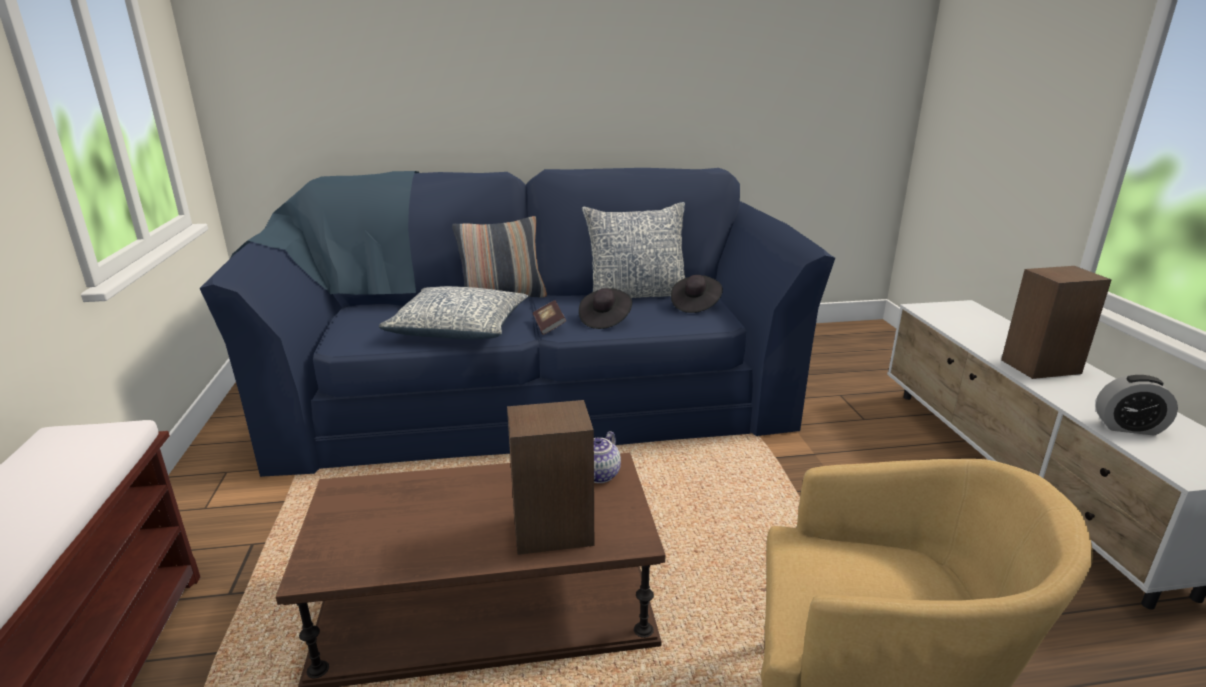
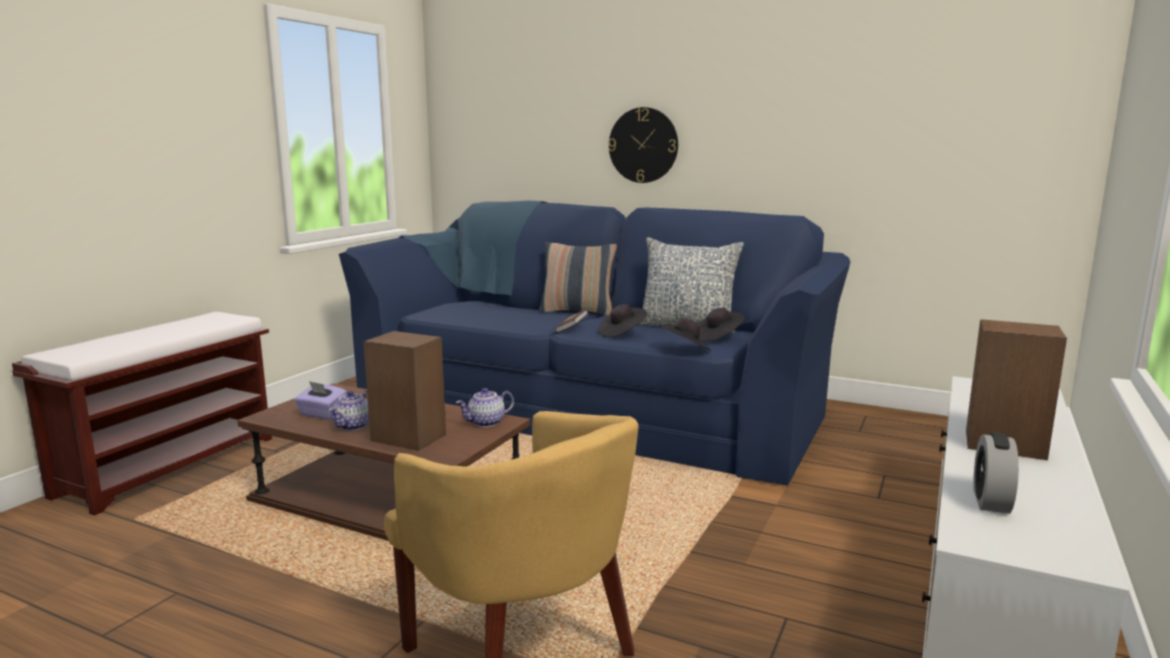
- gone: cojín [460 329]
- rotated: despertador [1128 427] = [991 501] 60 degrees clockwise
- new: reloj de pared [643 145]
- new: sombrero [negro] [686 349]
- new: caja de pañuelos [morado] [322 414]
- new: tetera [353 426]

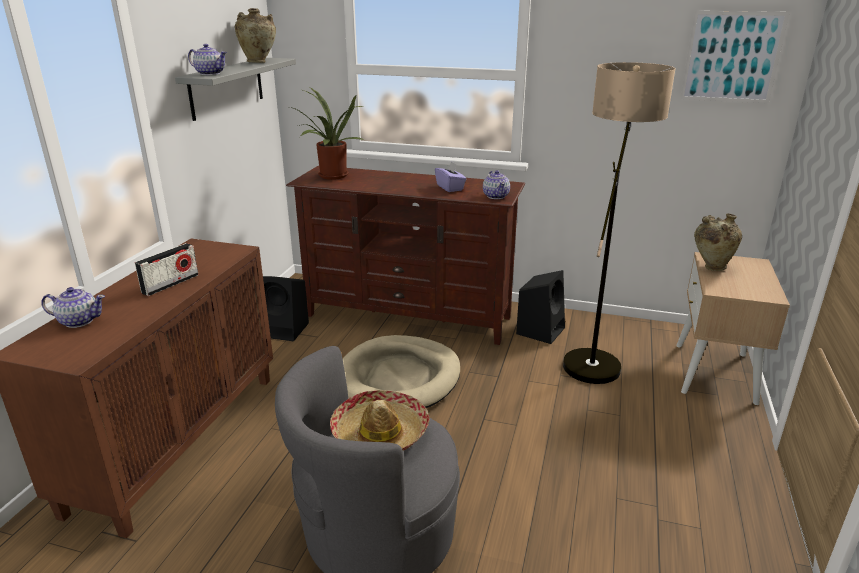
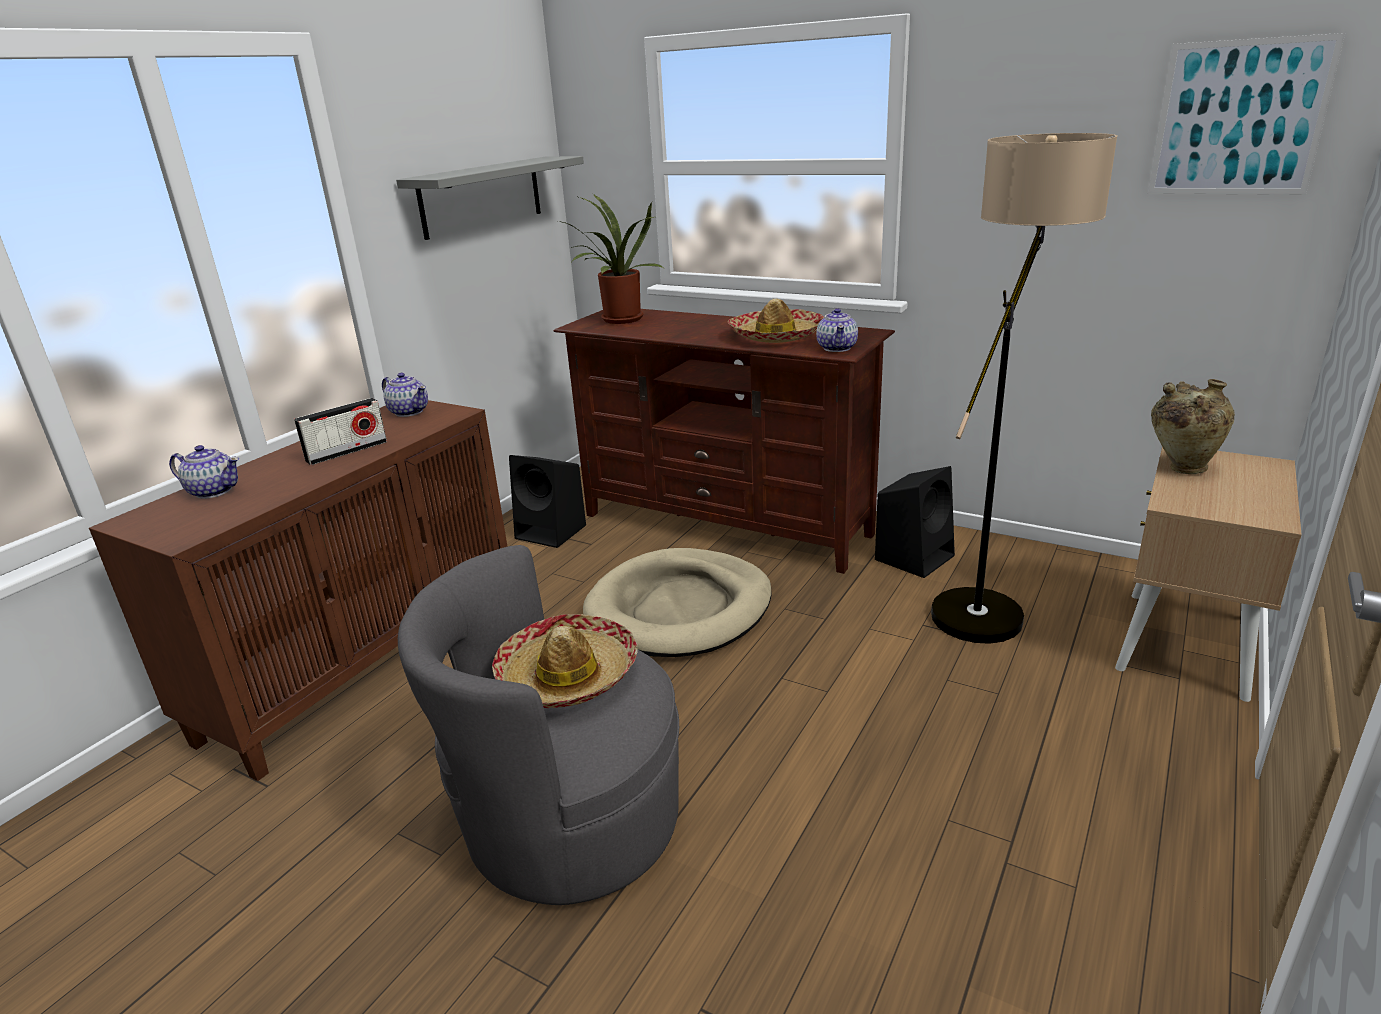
- gone: florero [beis] [259 62]
- shifted: tetera [210 73] to [409 411]
- swapped: caja de pañuelos [morado] [450 188] to sombrero [776 336]

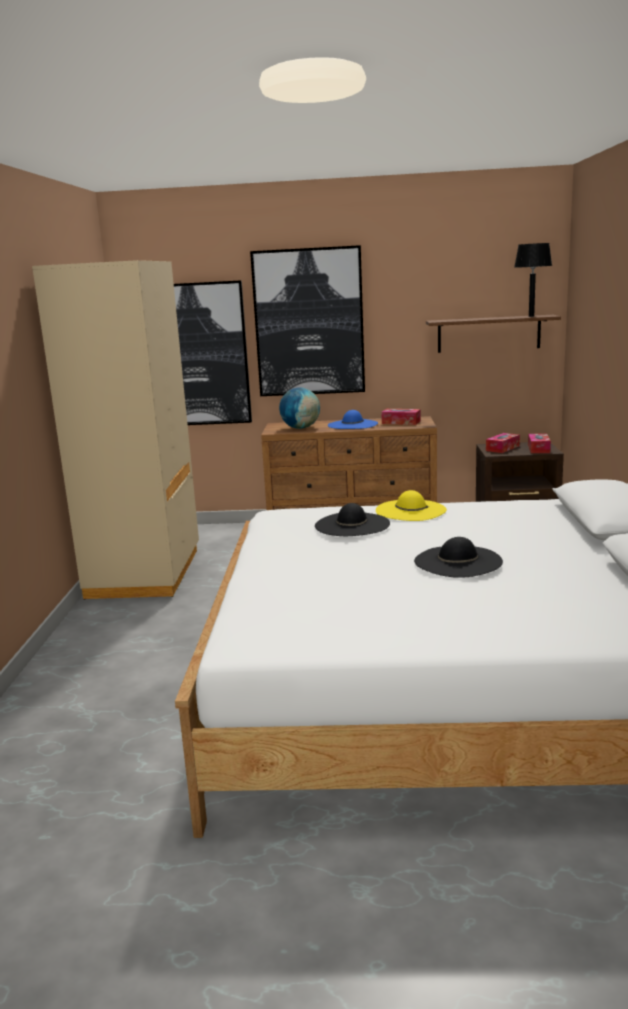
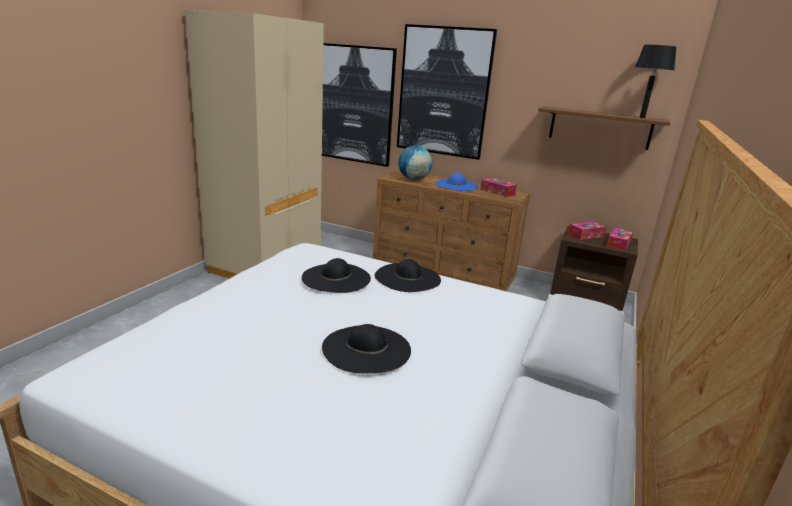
- repainted: sombrero [amarillo] [410 510] to sombrero [negro] [407 277]

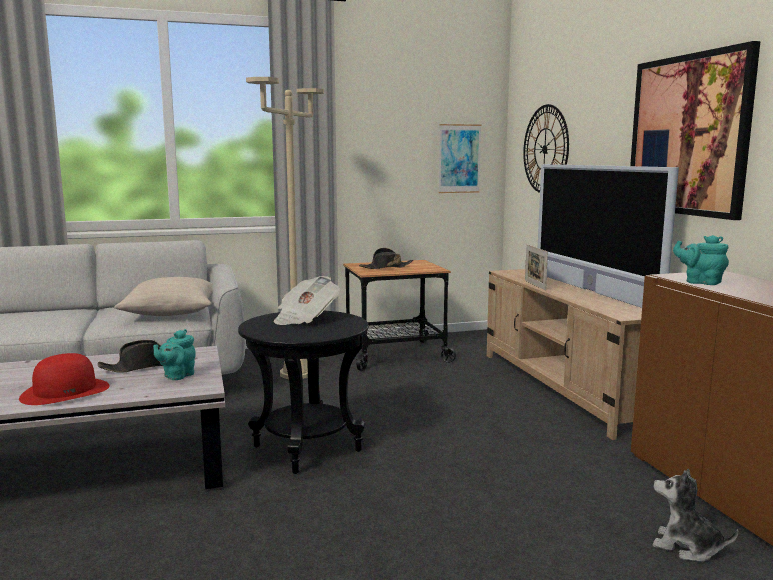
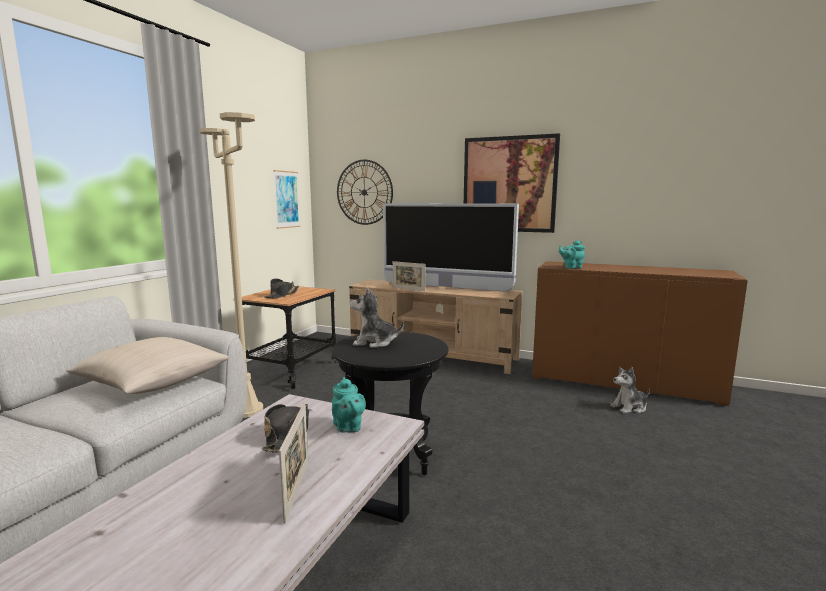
- swapped: periódico [305 318] to peluche [374 342]
- swapped: sombrero [rojo] [65 391] to portarretratos [297 490]

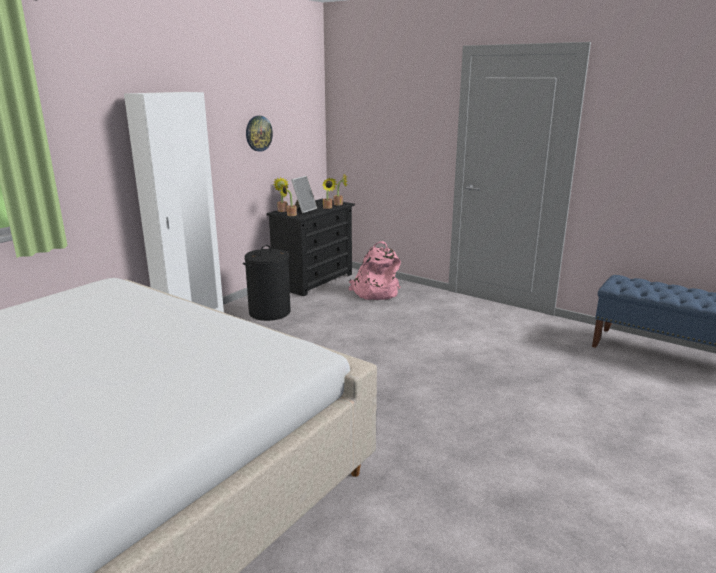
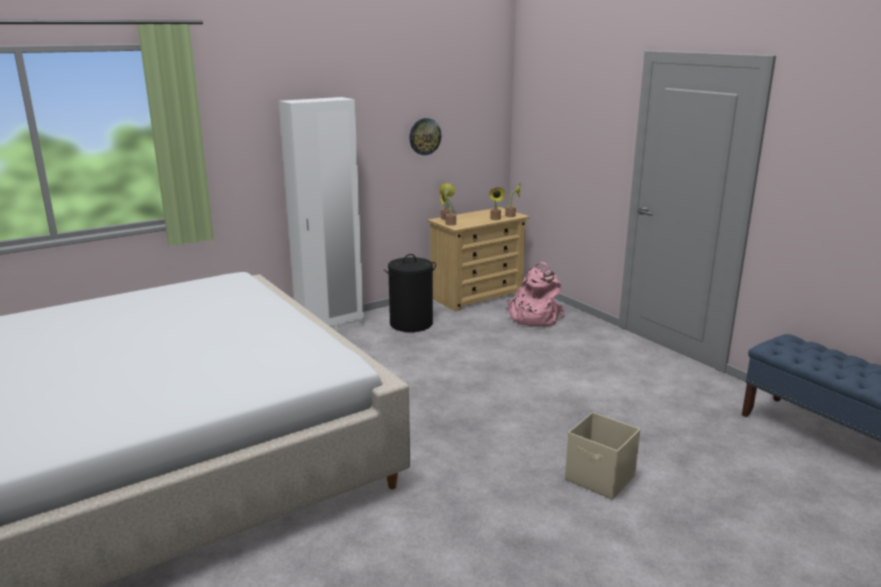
- gone: portarretratos [303 210]
- repainted: cómoda [negro] [314 280] to cómoda [beis] [477 296]
- new: caja de almacenaje [beis] [600 479]

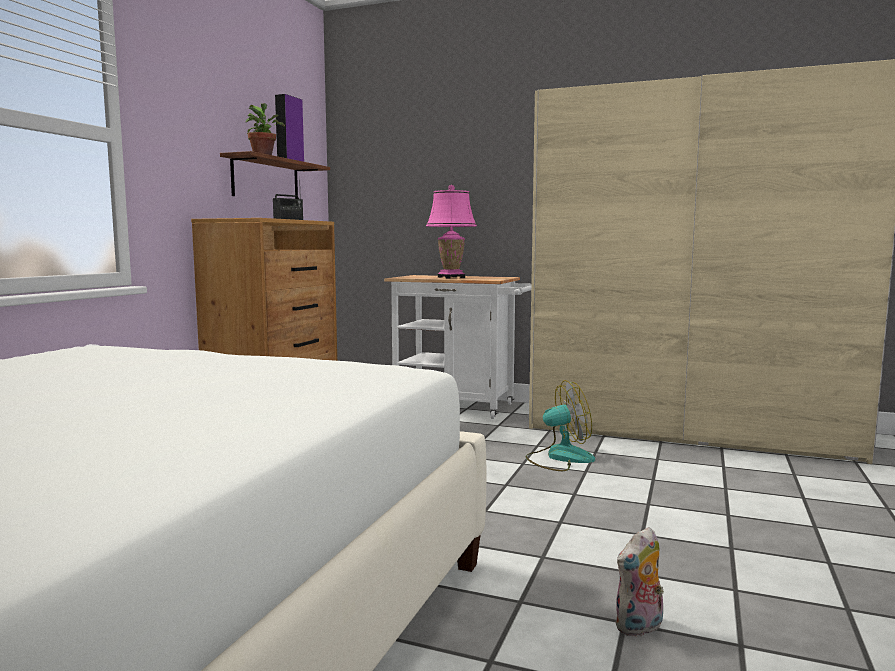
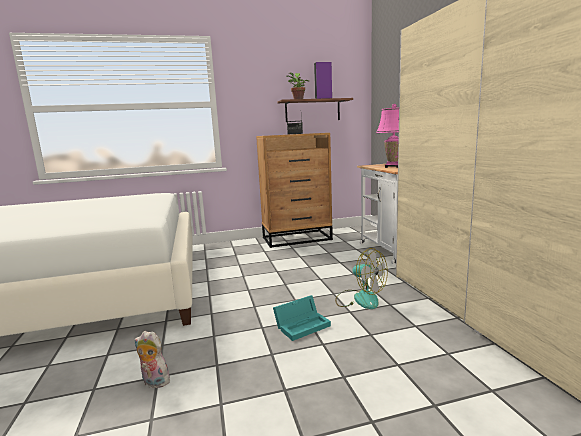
- new: caja de almacenaje [turquesa] [303 325]

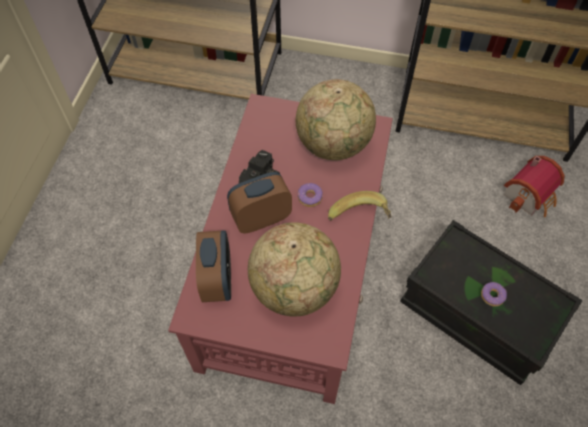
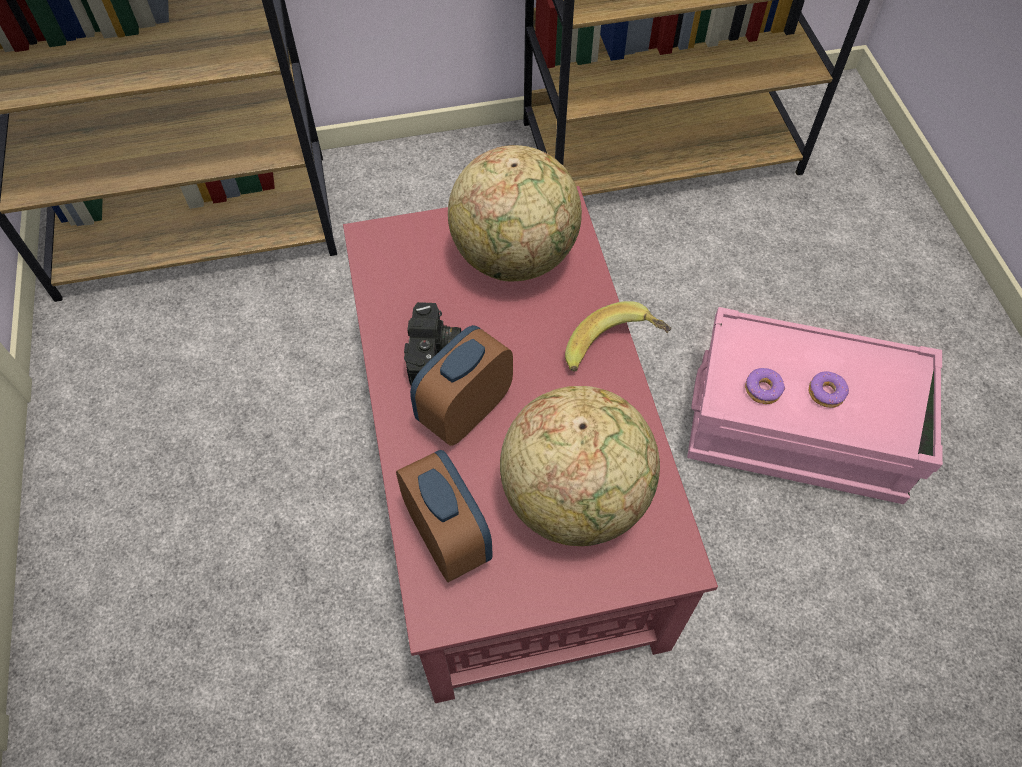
- gone: casita [530 196]
- shifted: rosquilla [310 197] to [763 390]
- repainted: caja de almacenaje [negro] [477 313] to caja de almacenaje [rosa] [796 430]

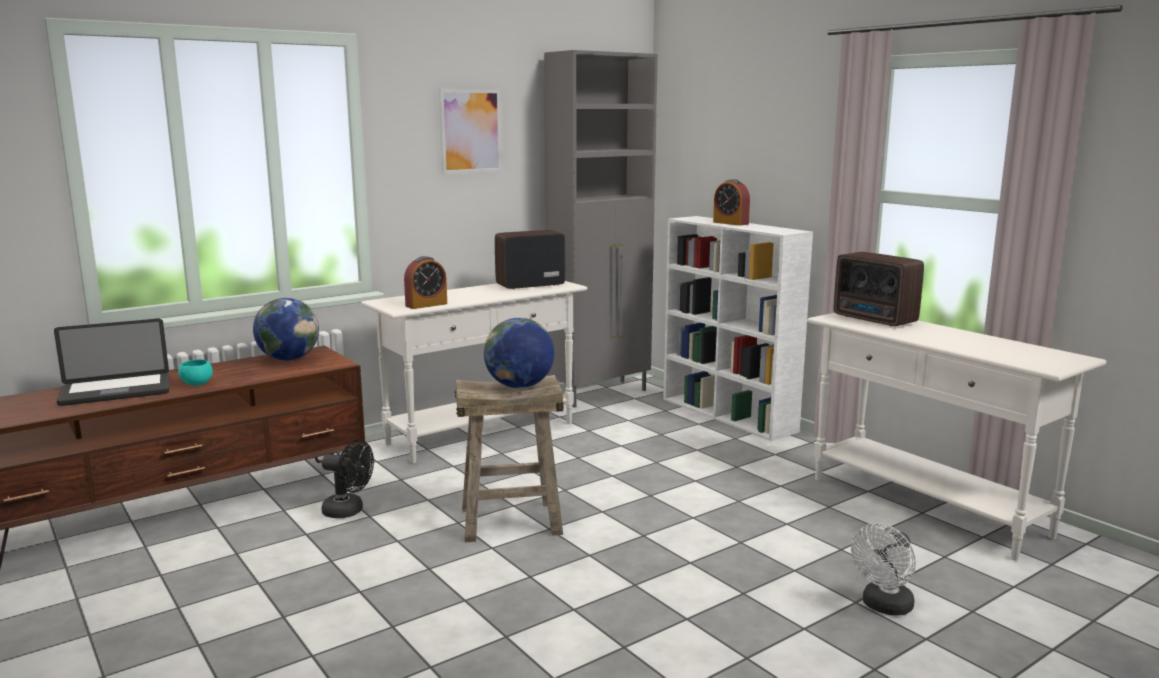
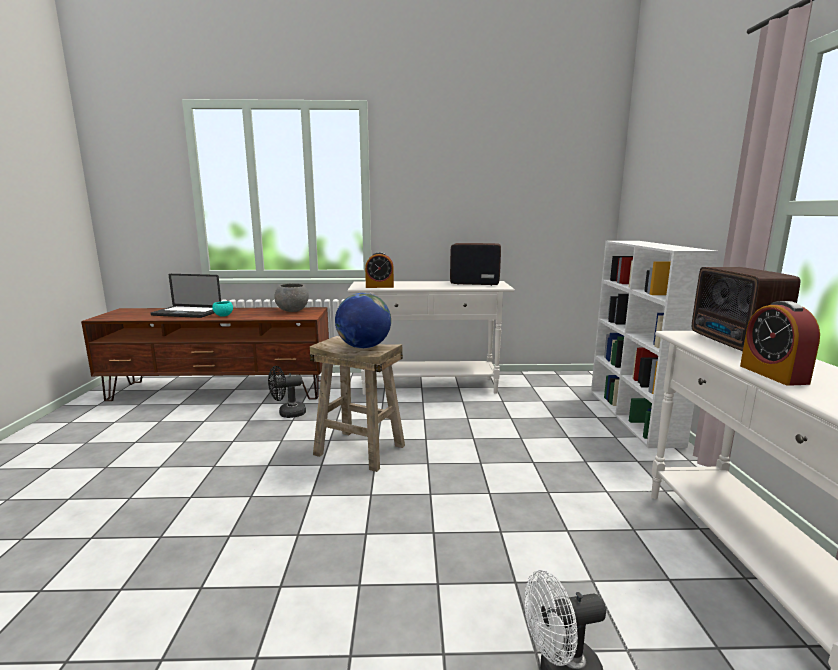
- gone: armario [gris] [601 393]
- gone: cuadro [470 131]
- shifted: despertador [730 223] to [773 374]
- swapped: globo terráqueo [288 359] to cuenco [gris] [292 311]
- rotated: ventilador [negro] [349 511] = [287 414] 105 degrees clockwise

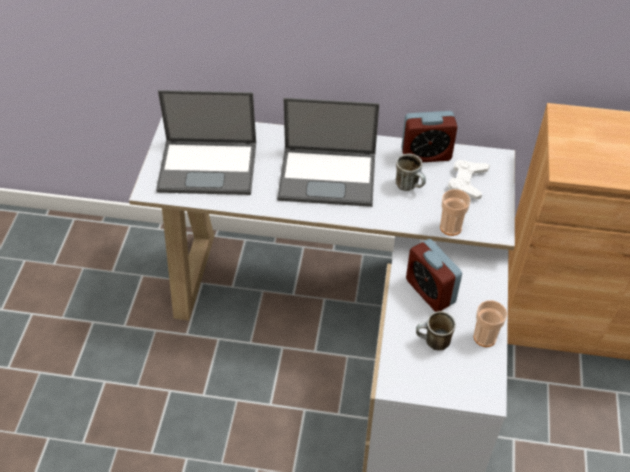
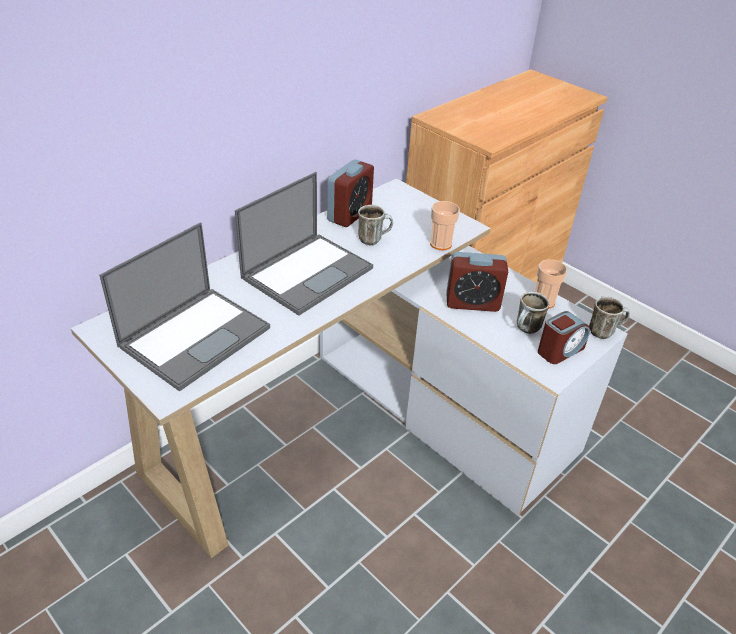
- gone: mando de consola [blanco] [467 182]
- new: taza grande [604 331]
- new: despertador [560 350]

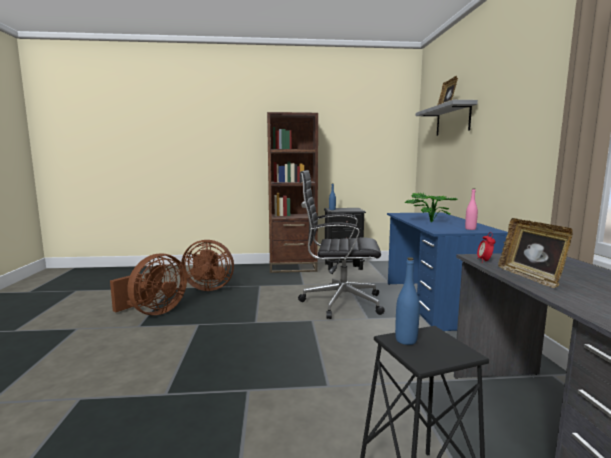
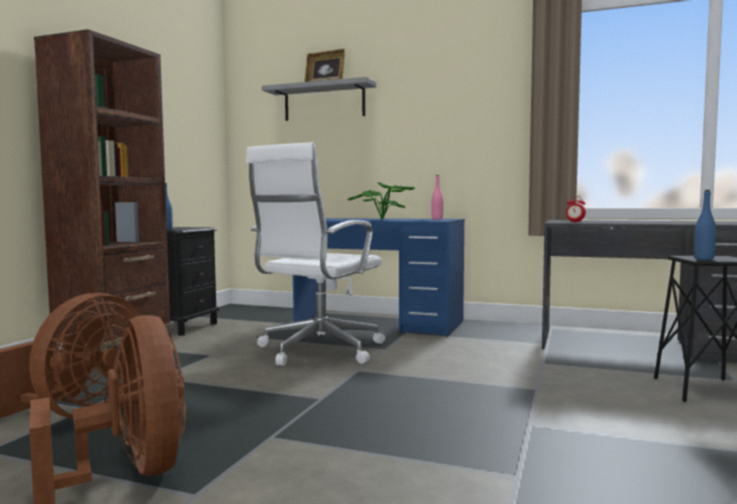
- repainted: silla de oficina [negro] [339 302] to silla de oficina [blanco] [317 350]
- gone: portarretratos [530 277]

